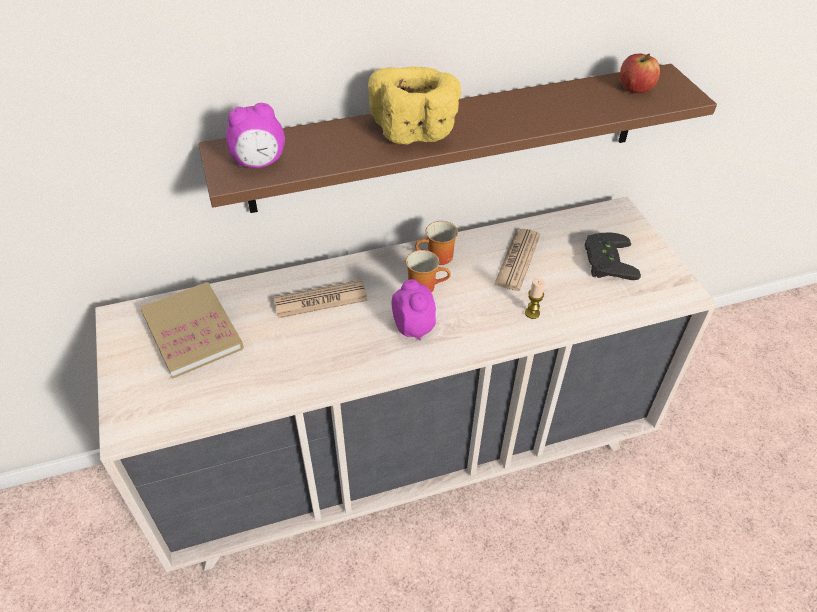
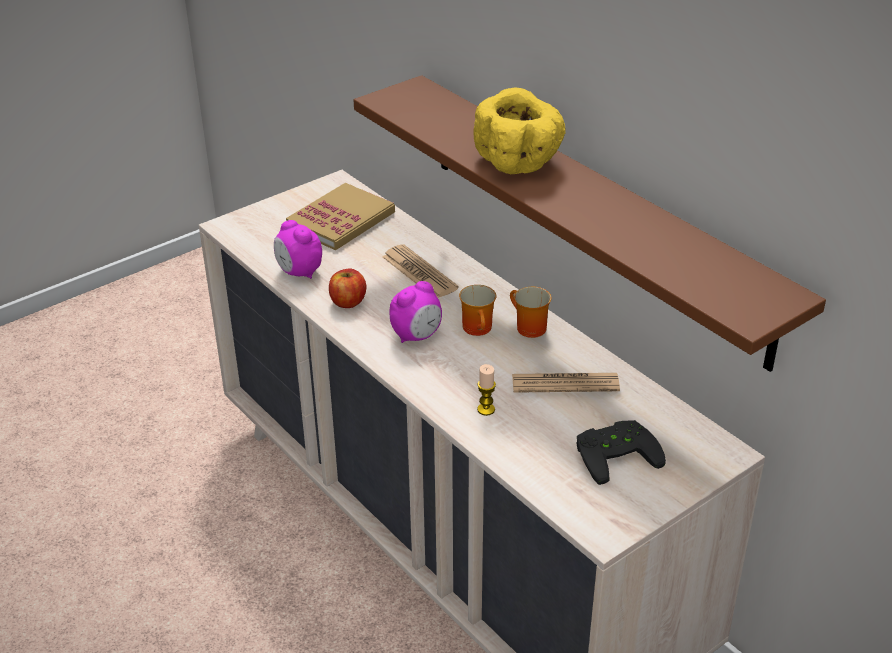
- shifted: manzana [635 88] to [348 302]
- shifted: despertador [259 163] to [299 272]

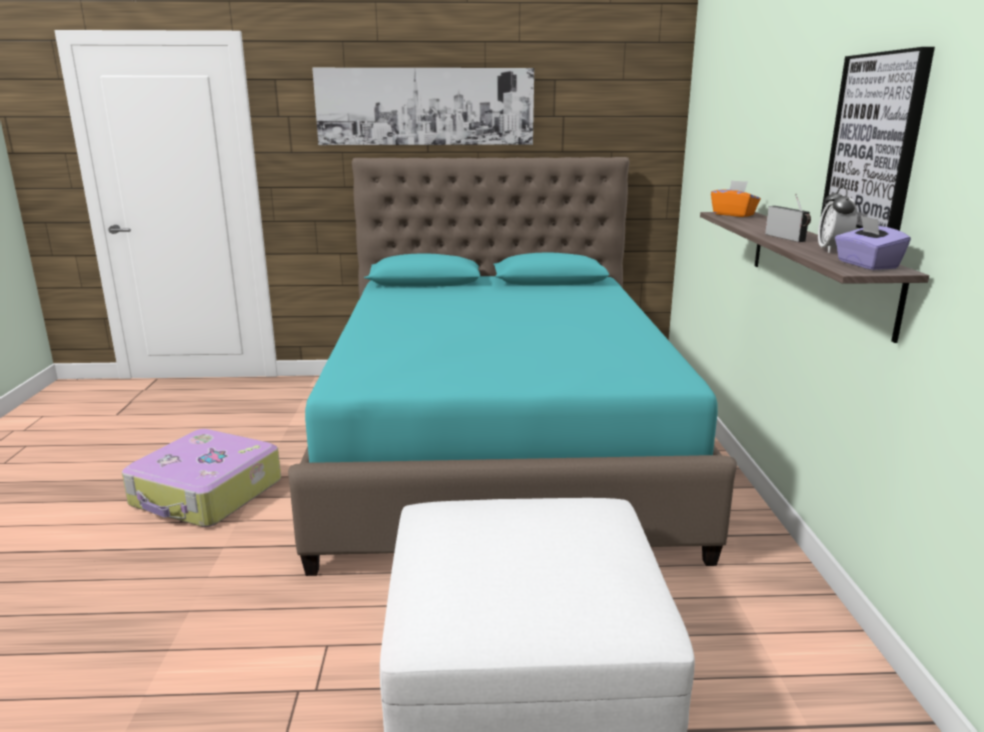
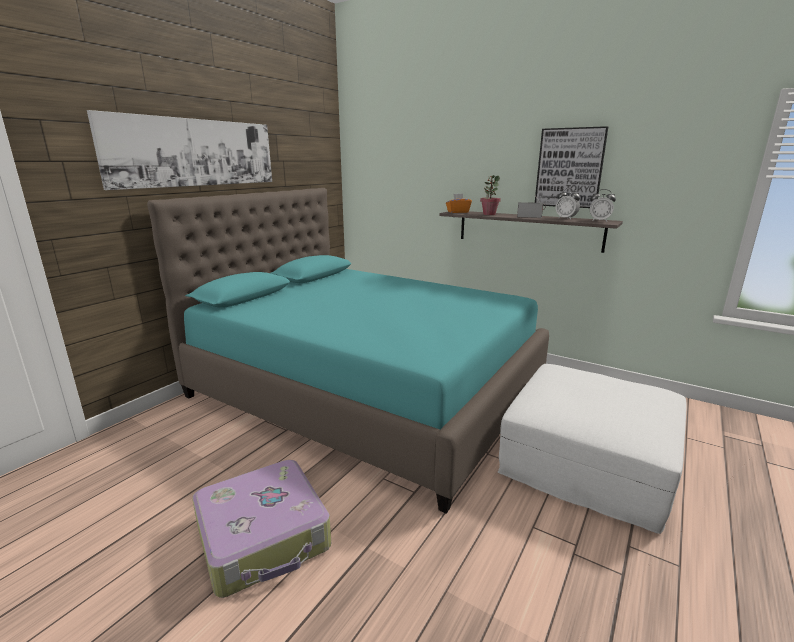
- swapped: caja de pañuelos [morado] [866 265] to despertador [599 221]
- new: planta en maceta [489 214]

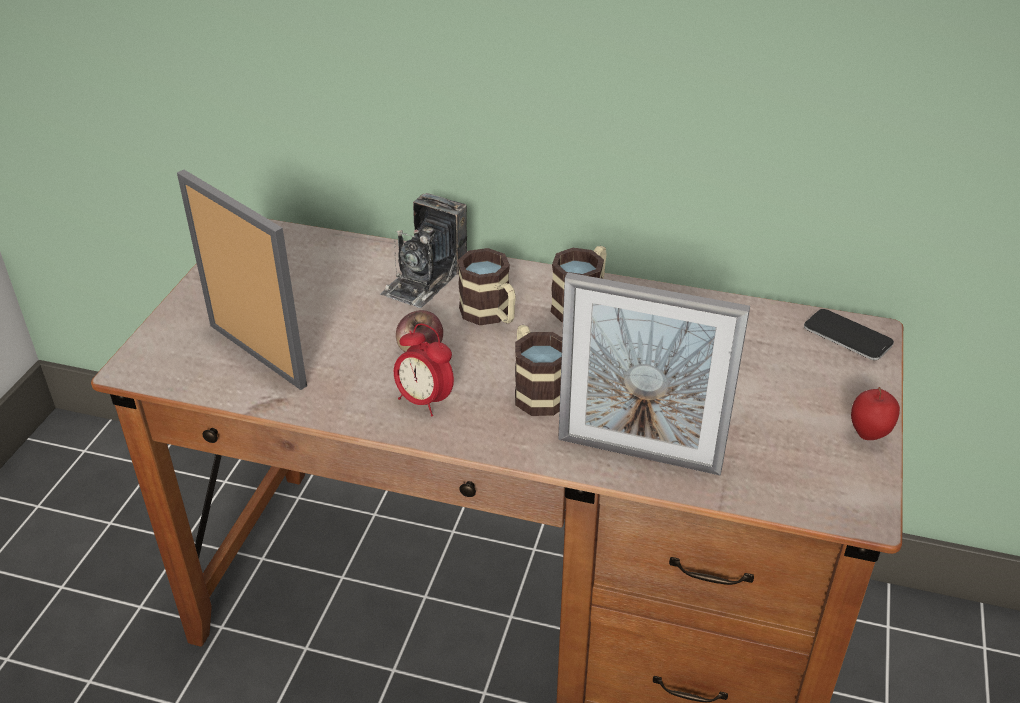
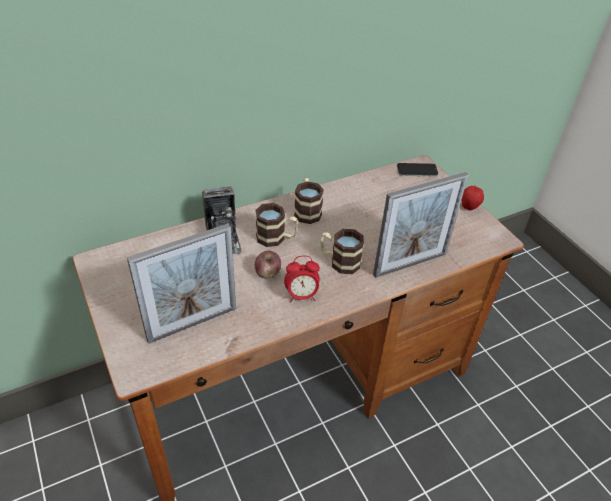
- rotated: portarretratos [257 355] = [192 324] 150 degrees clockwise

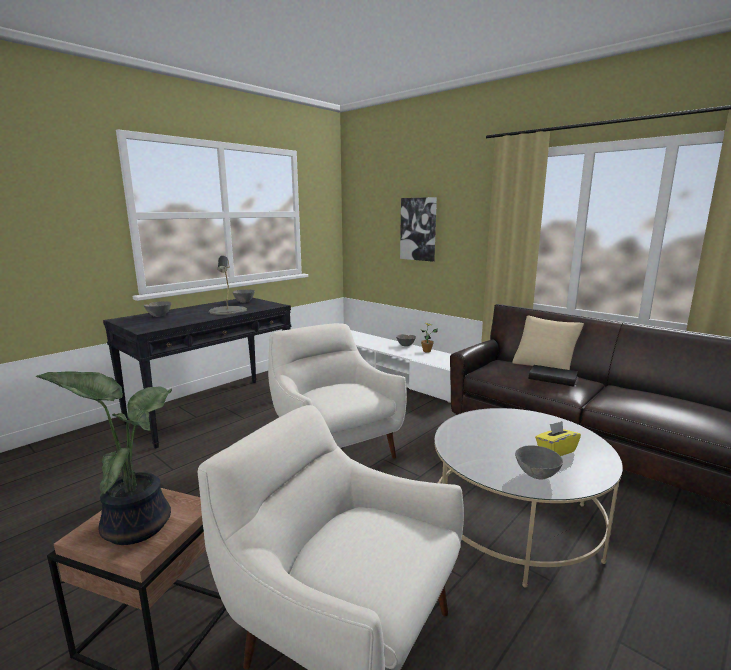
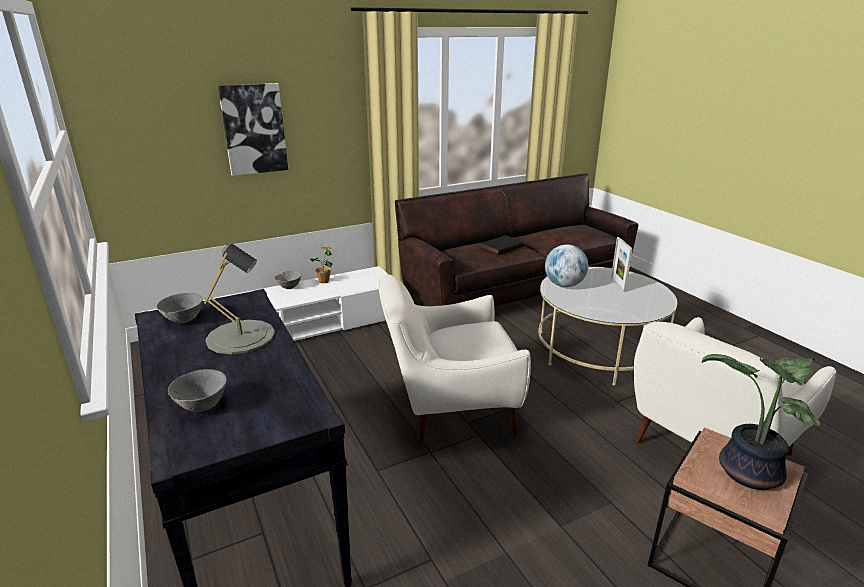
- gone: cojín [beis] [544 364]
- swapped: caja de pañuelos [amarillo] [555 451] to portarretratos [618 284]
- gone: cuenco [gris] [536 475]
- new: globo terráqueo [564 285]

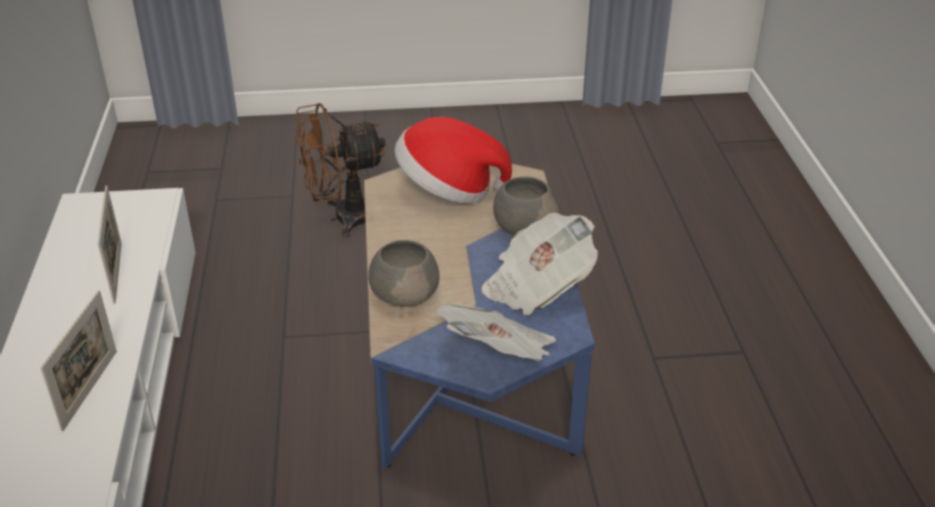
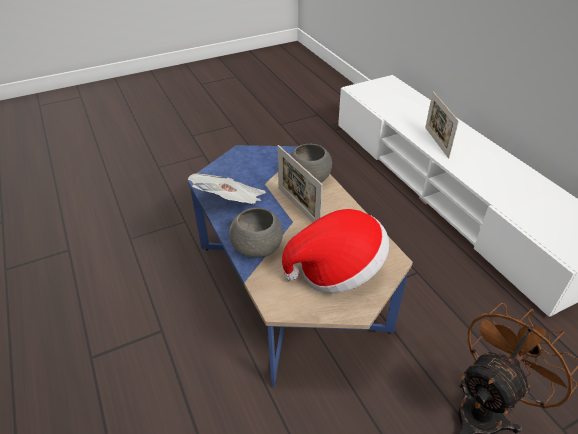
- shifted: portarretratos [117 272] to [298 207]
- gone: periódico [500 355]

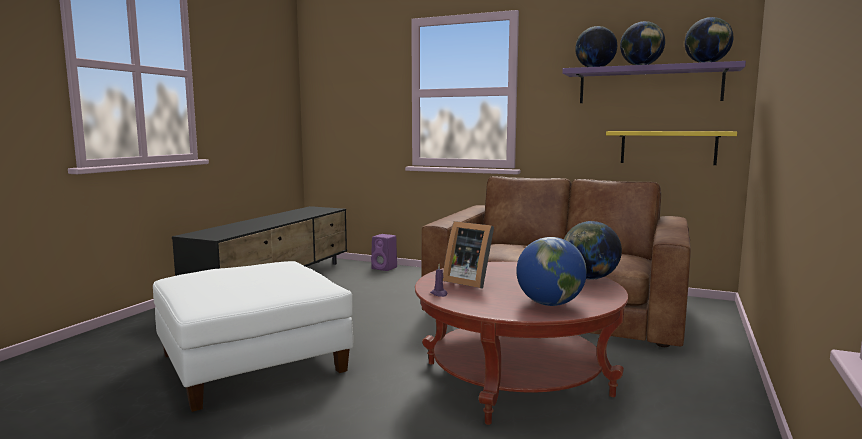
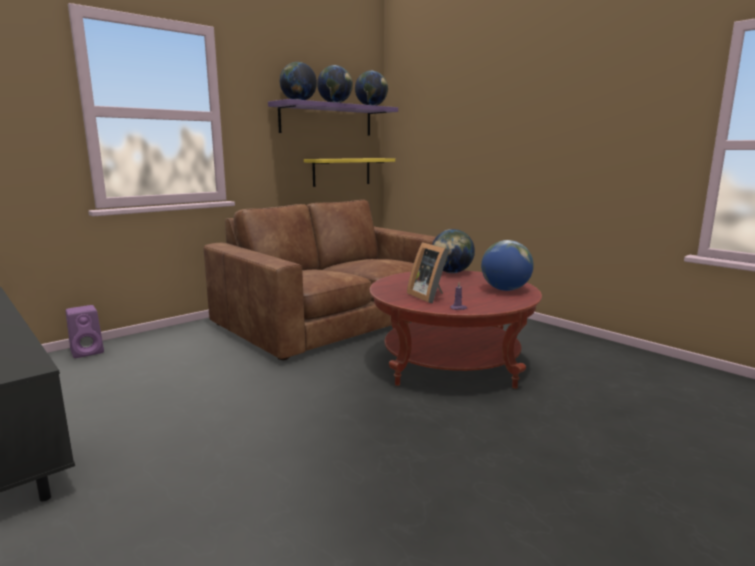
- rotated: portarretratos [469 281] = [429 296] 90 degrees clockwise
- gone: puf [blanco] [253 362]

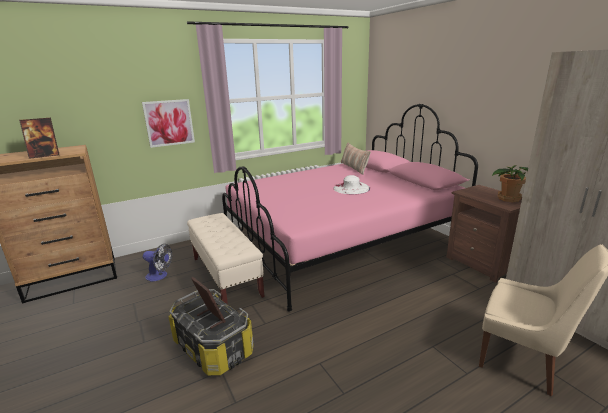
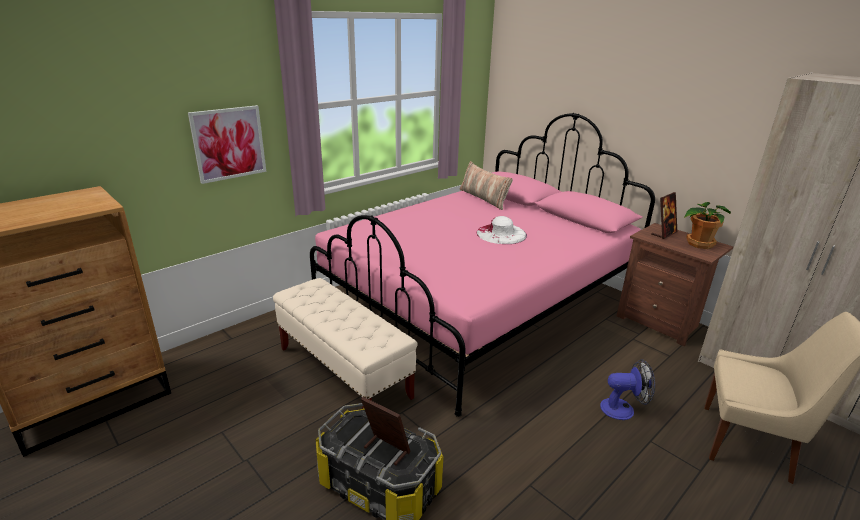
- shifted: portarretratos [45 155] to [664 233]
- shifted: ventilador [160 276] to [623 409]

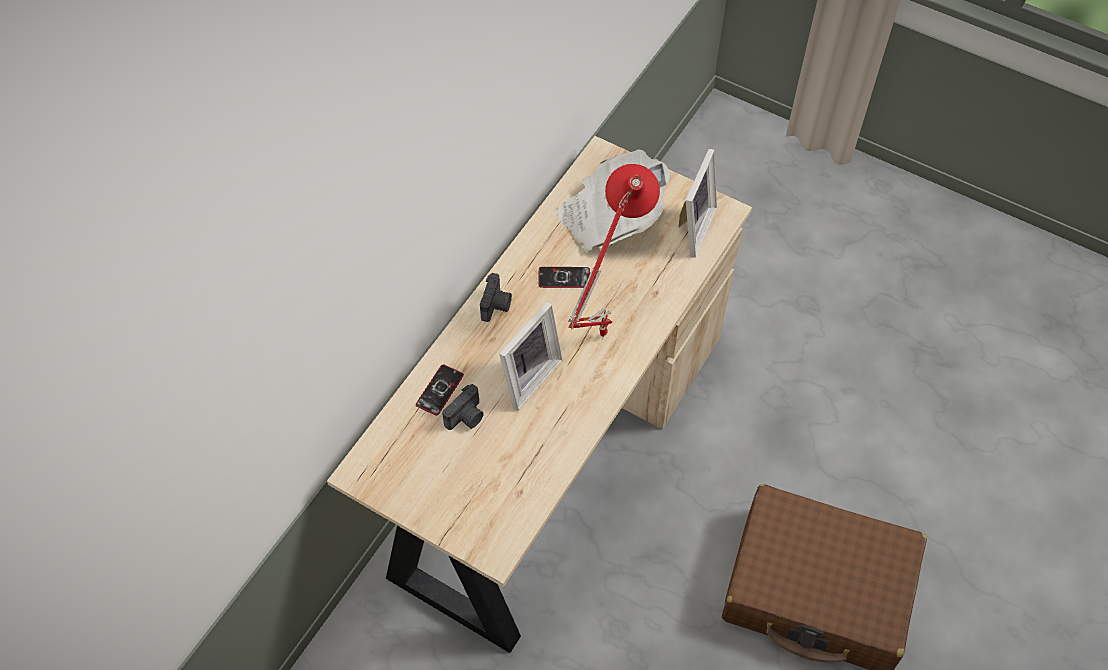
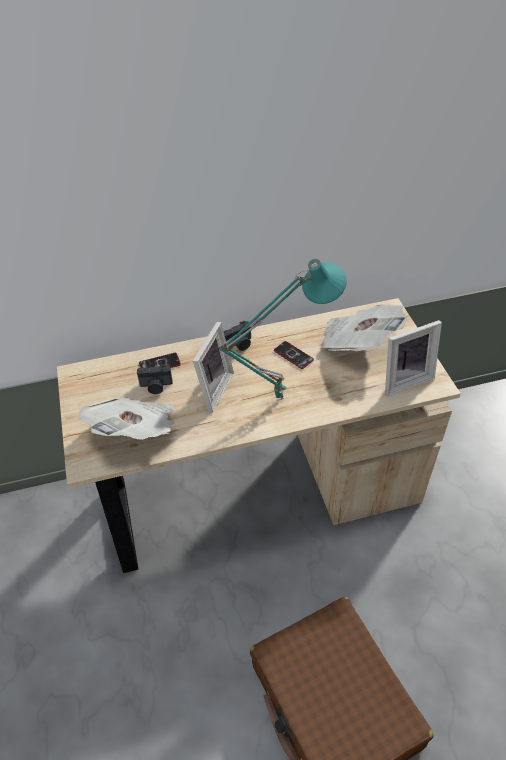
- repainted: lámpara de mesa [rojo] [600 334] to lámpara de mesa [turquesa] [279 397]
- rotated: portarretratos [526 376] = [211 389] 60 degrees counterclockwise
- new: periódico [136 432]

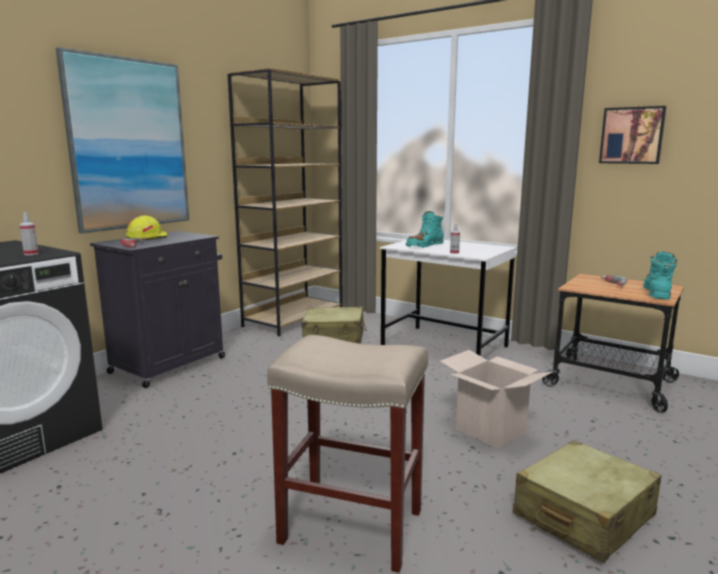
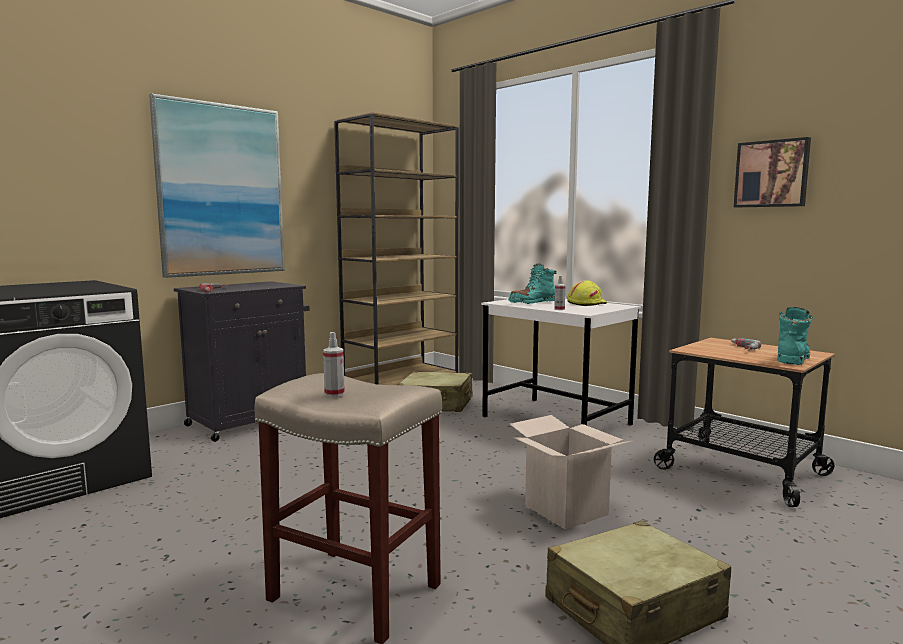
- shifted: pulverizador [31 254] to [334 394]
- shifted: casco [amarillo] [147 238] to [585 303]

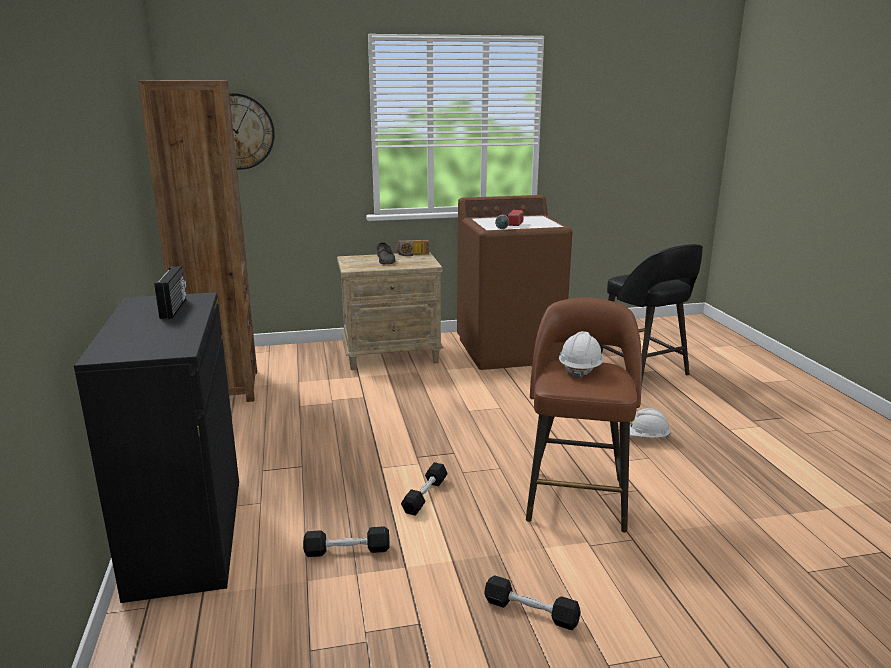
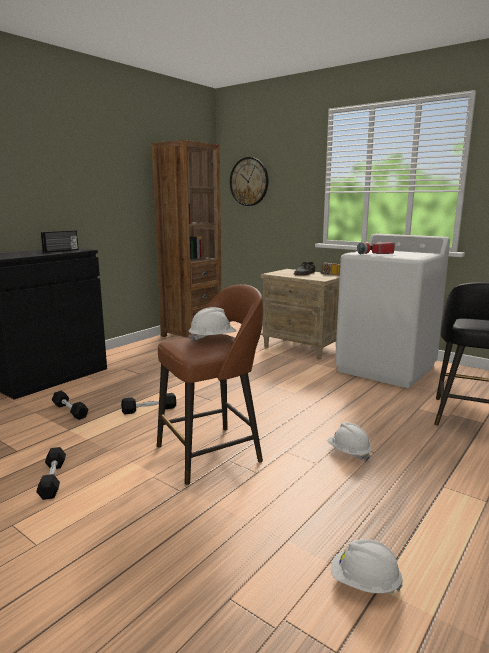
- repainted: lavadora [marrón] [509 350] to lavadora [blanco] [386 368]
- new: casco [blanco] [364 583]

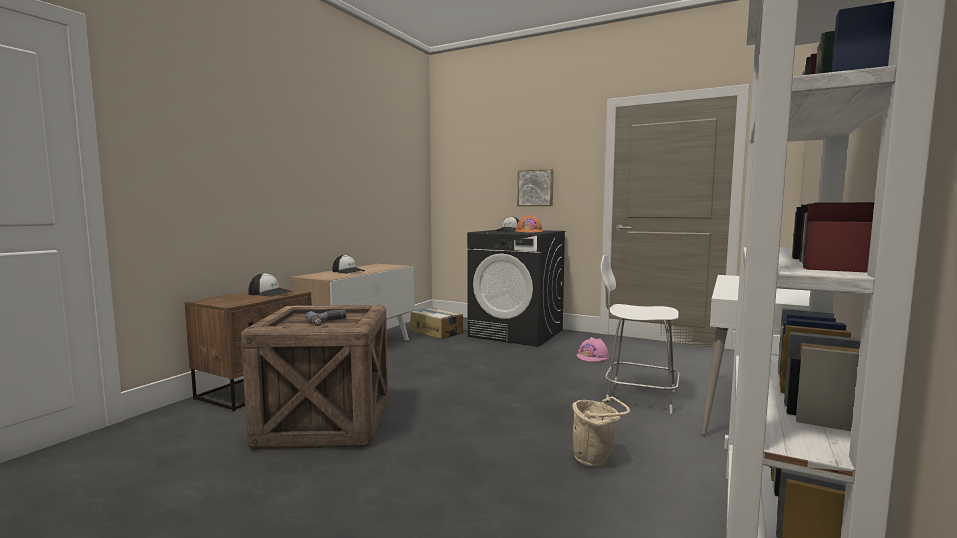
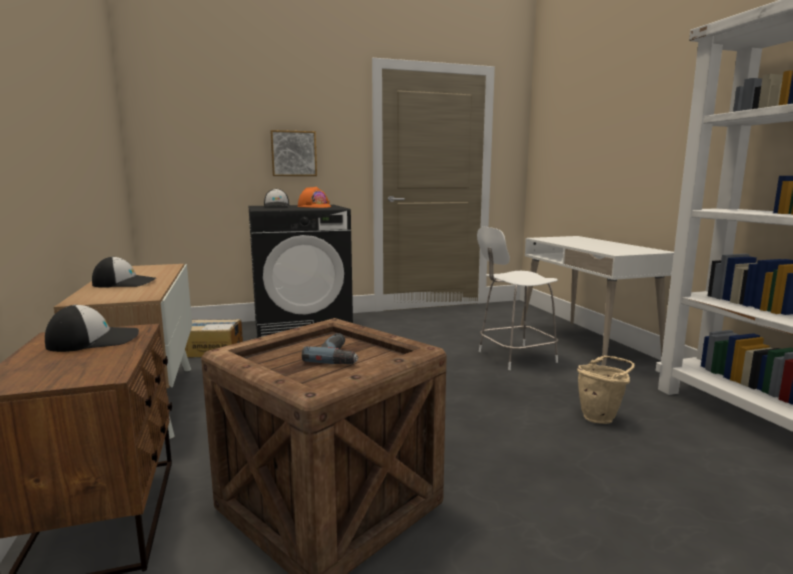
- gone: casco [rosa] [592 356]

